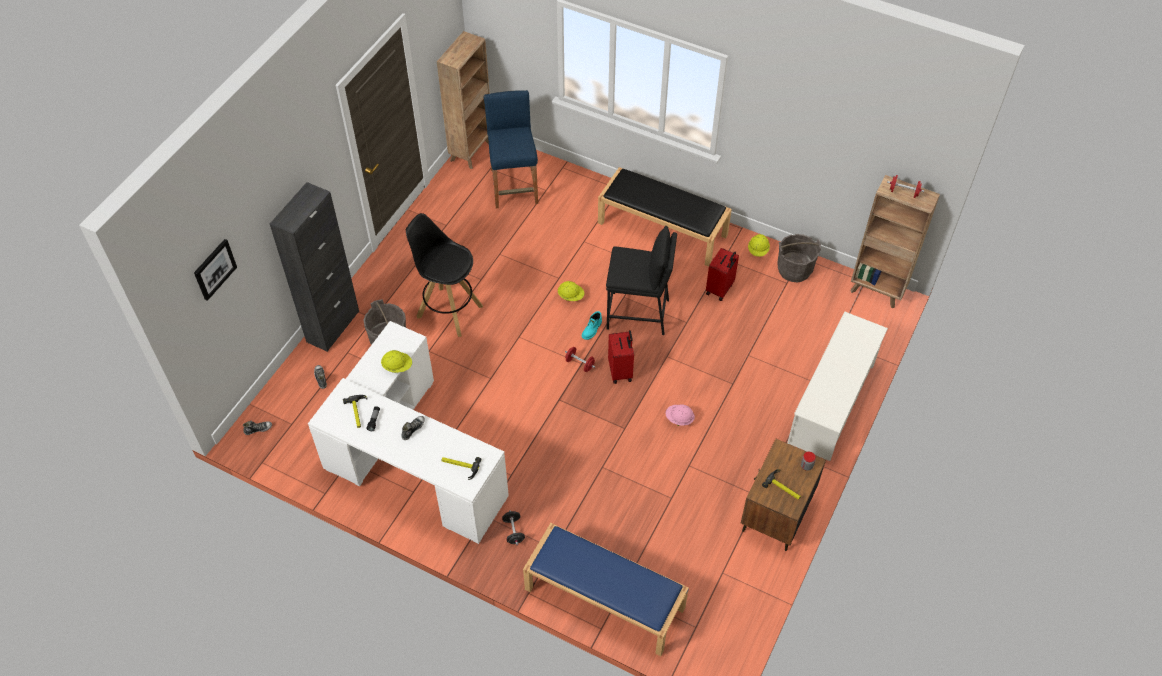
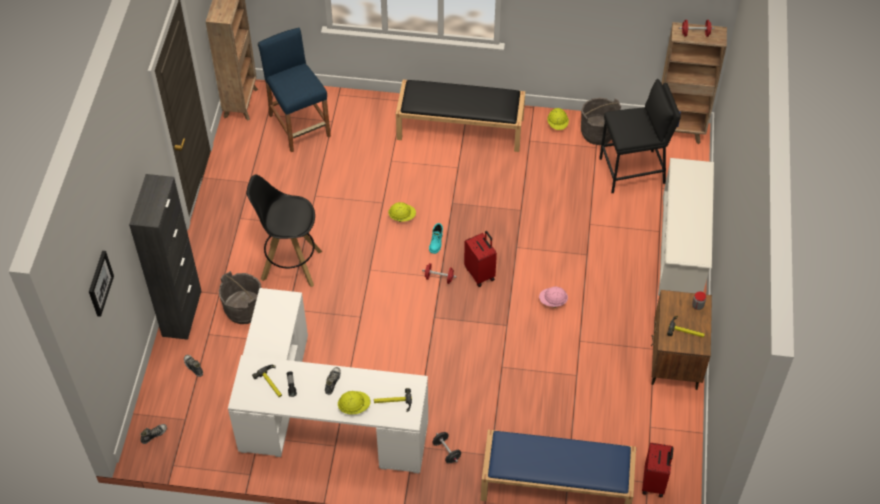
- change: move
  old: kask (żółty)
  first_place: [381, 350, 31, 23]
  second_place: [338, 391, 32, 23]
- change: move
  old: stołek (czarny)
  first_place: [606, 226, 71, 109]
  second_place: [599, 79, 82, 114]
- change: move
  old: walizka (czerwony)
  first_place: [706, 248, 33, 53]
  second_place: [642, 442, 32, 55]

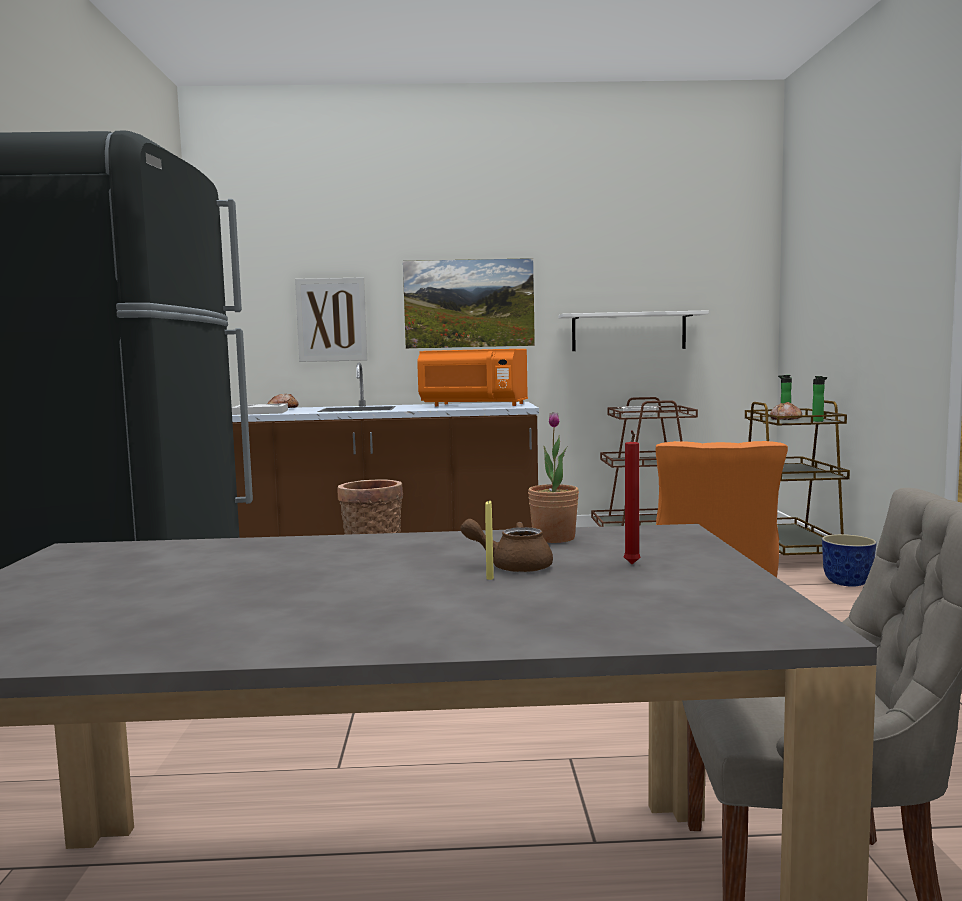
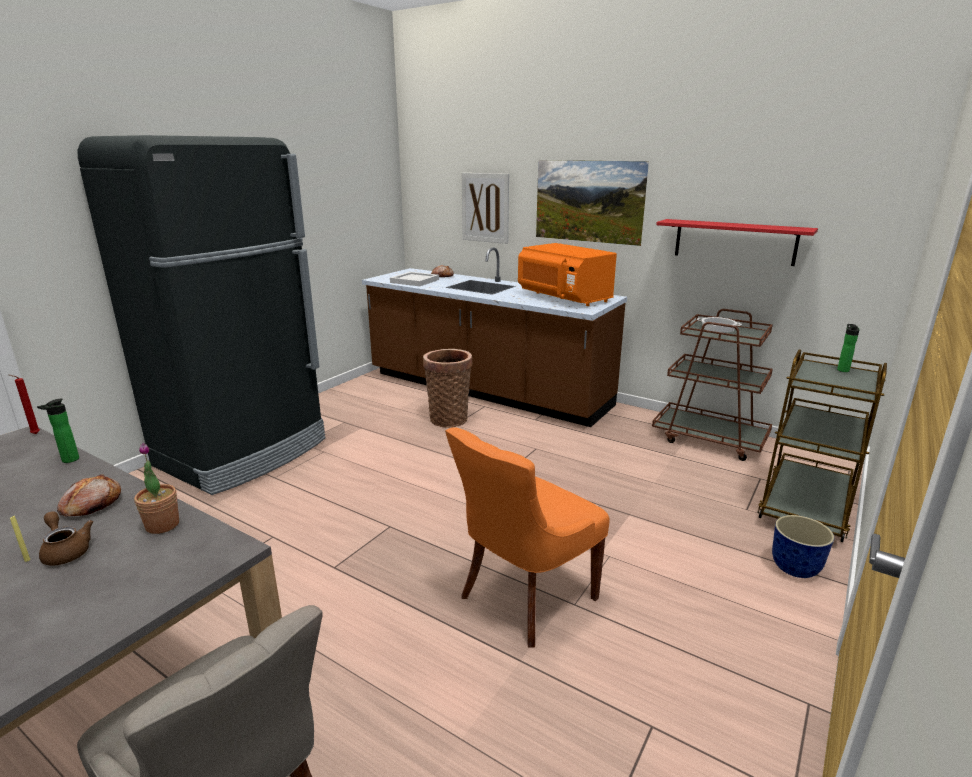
- change: recolor
  old: półka (biały)
  new: półka (czerwony)
  first_place: [559, 310, 150, 41]
  second_place: [656, 219, 162, 47]
- change: move
  old: świeca (czerwony)
  first_place: [623, 430, 18, 134]
  second_place: [10, 375, 30, 59]
- change: move
  old: chleb
  first_place: [770, 402, 32, 18]
  second_place: [57, 474, 64, 43]
- change: move
  old: butelka
  first_place: [812, 376, 15, 46]
  second_place: [37, 398, 42, 65]

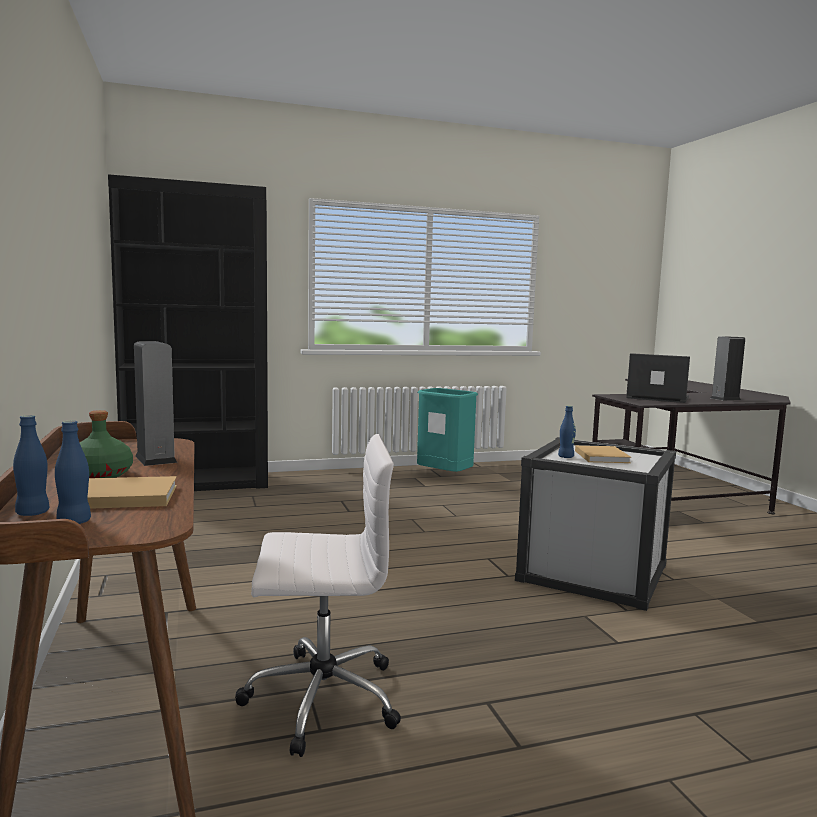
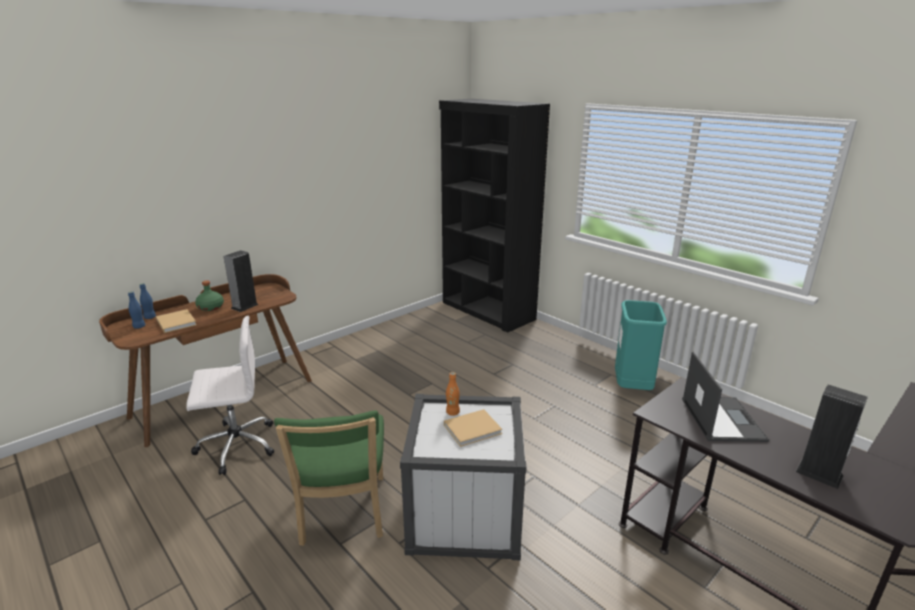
- change: rotate
  old: krzesło biurowe (biały)
  first_place: [235, 434, 166, 323]
  second_place: [186, 315, 88, 160]
  degrees: -75
- change: recolor
  old: butelka (niebieski)
  new: butelka (pomarańczowy)
  first_place: [558, 406, 18, 52]
  second_place: [446, 372, 14, 44]
- change: insert
  new: krzesło (zielony)
  second_place: [274, 410, 110, 136]

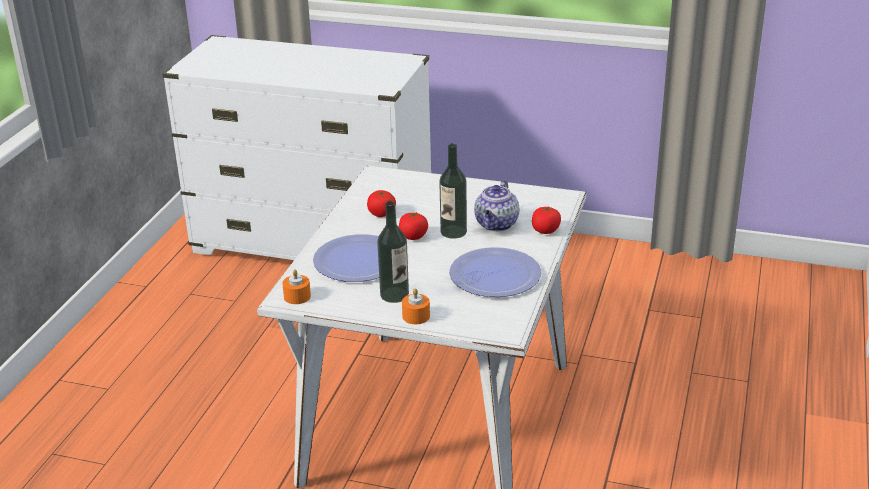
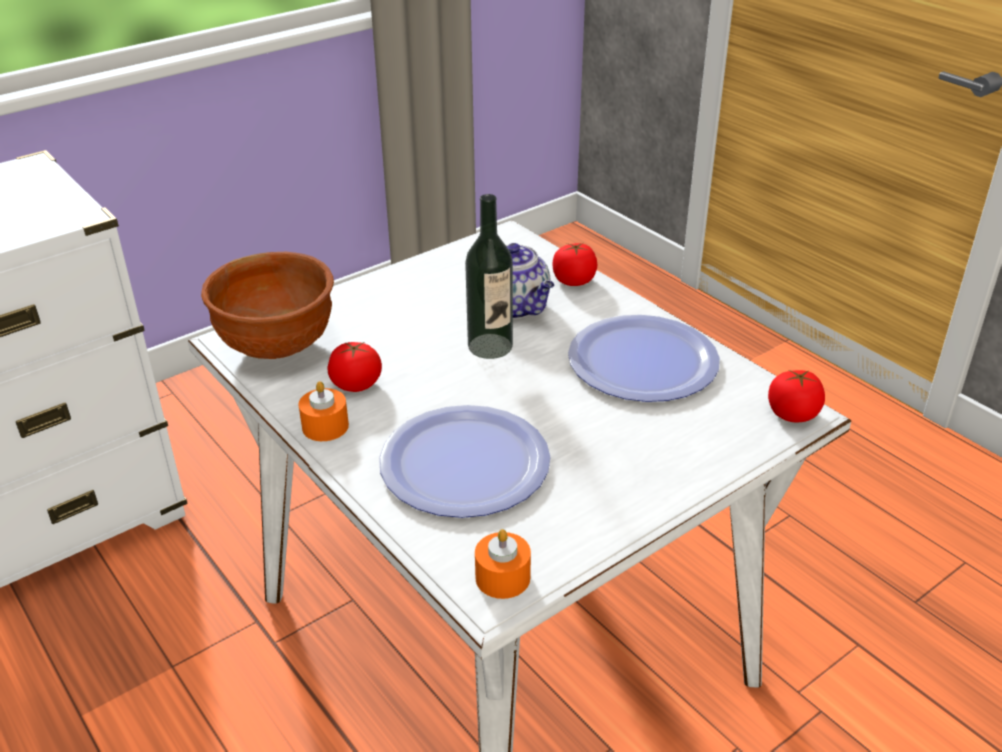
- change: delete
  old: butelka
  first_place: [377, 201, 32, 102]
- change: move
  old: pomidor
  first_place: [399, 212, 29, 28]
  second_place: [768, 369, 57, 53]
- change: move
  old: świeca (pomarańczowy)
  first_place: [402, 288, 28, 36]
  second_place: [298, 381, 51, 60]
- change: insert
  new: miska (brązowy)
  second_place: [201, 252, 133, 107]

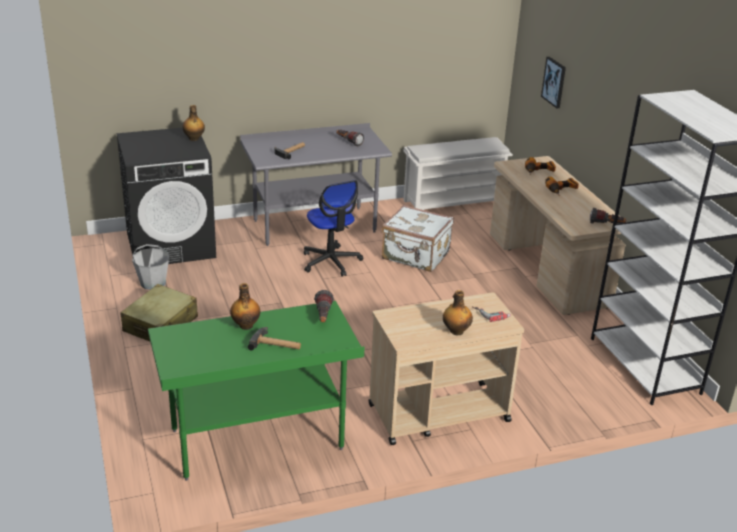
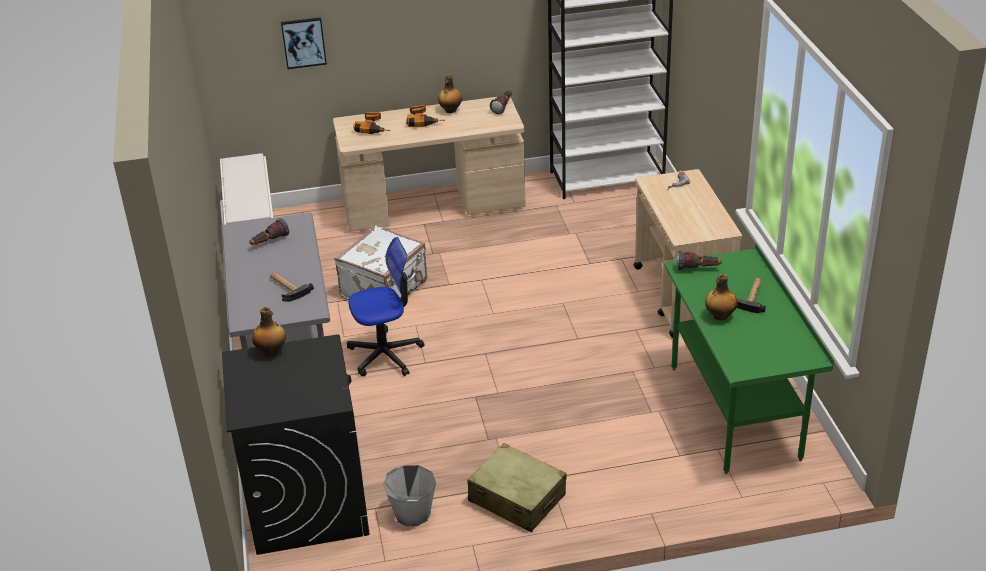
- change: move
  old: butelka
  first_place: [443, 290, 30, 45]
  second_place: [438, 75, 24, 38]

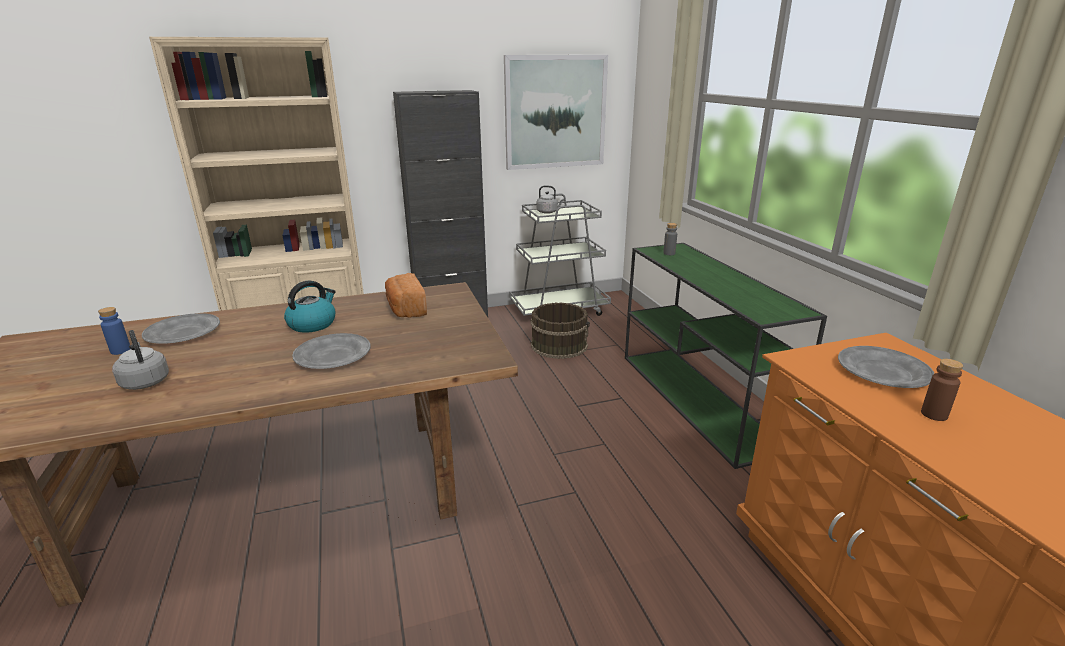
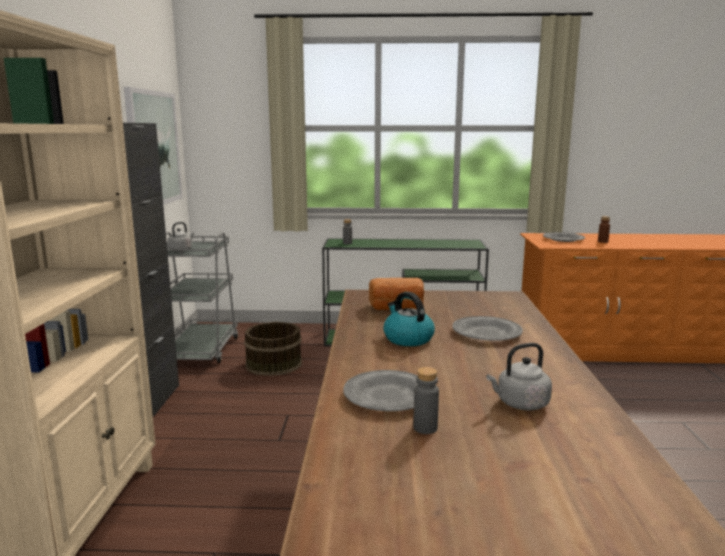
- change: recolor
  old: butelka (niebieski)
  new: butelka (szary)
  first_place: [98, 307, 32, 48]
  second_place: [413, 367, 26, 67]

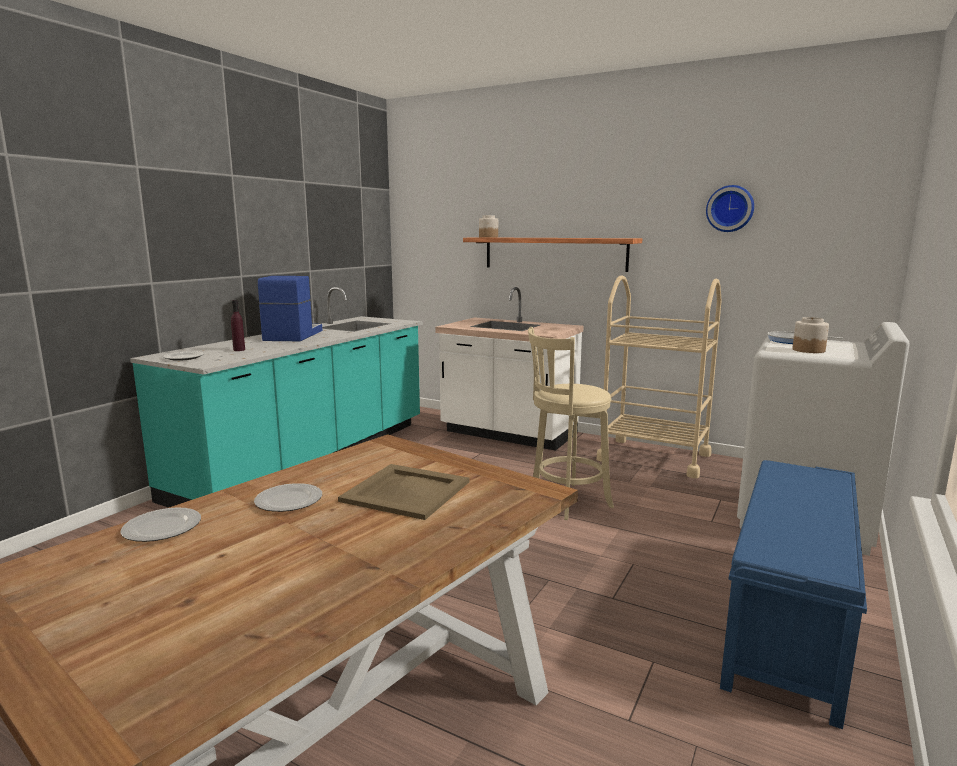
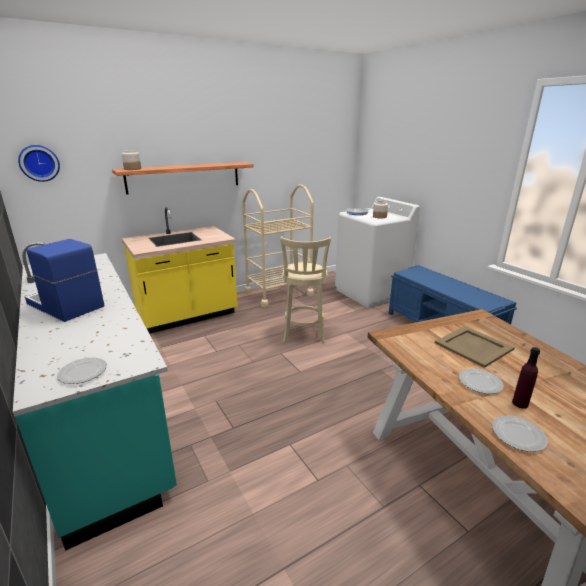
- change: move
  old: butelka (fioletowy)
  first_place: [231, 300, 14, 51]
  second_place: [512, 347, 28, 62]
- change: recolor
  old: zabudowa kuchenna (biały)
  new: zabudowa kuchenna (żółty)
  first_place: [435, 287, 149, 164]
  second_place: [122, 207, 115, 127]
- change: move
  old: zegar ścienny
  first_place: [706, 185, 48, 47]
  second_place: [18, 145, 42, 37]

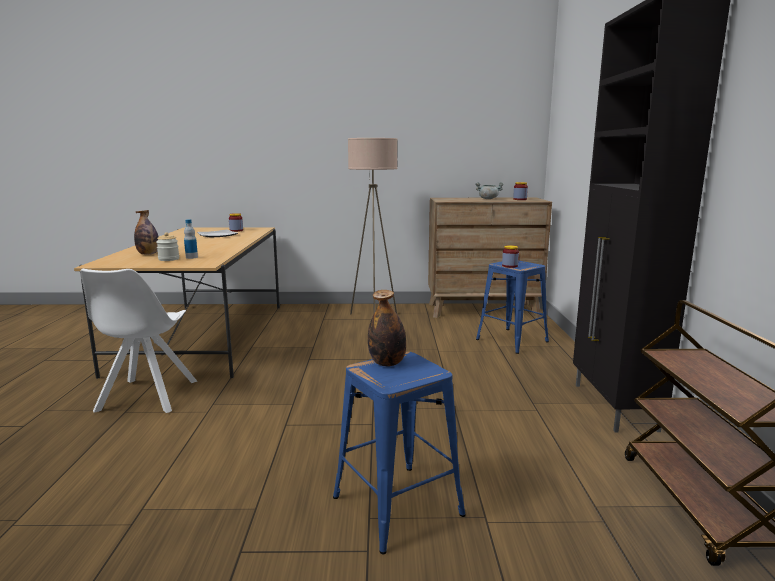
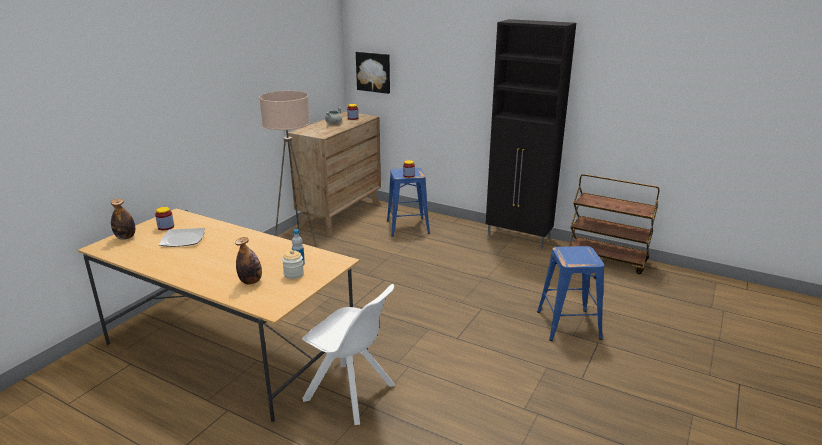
- change: move
  old: butelka
  first_place: [368, 290, 38, 76]
  second_place: [111, 199, 24, 41]
- change: insert
  new: obraz
  second_place: [356, 52, 34, 42]

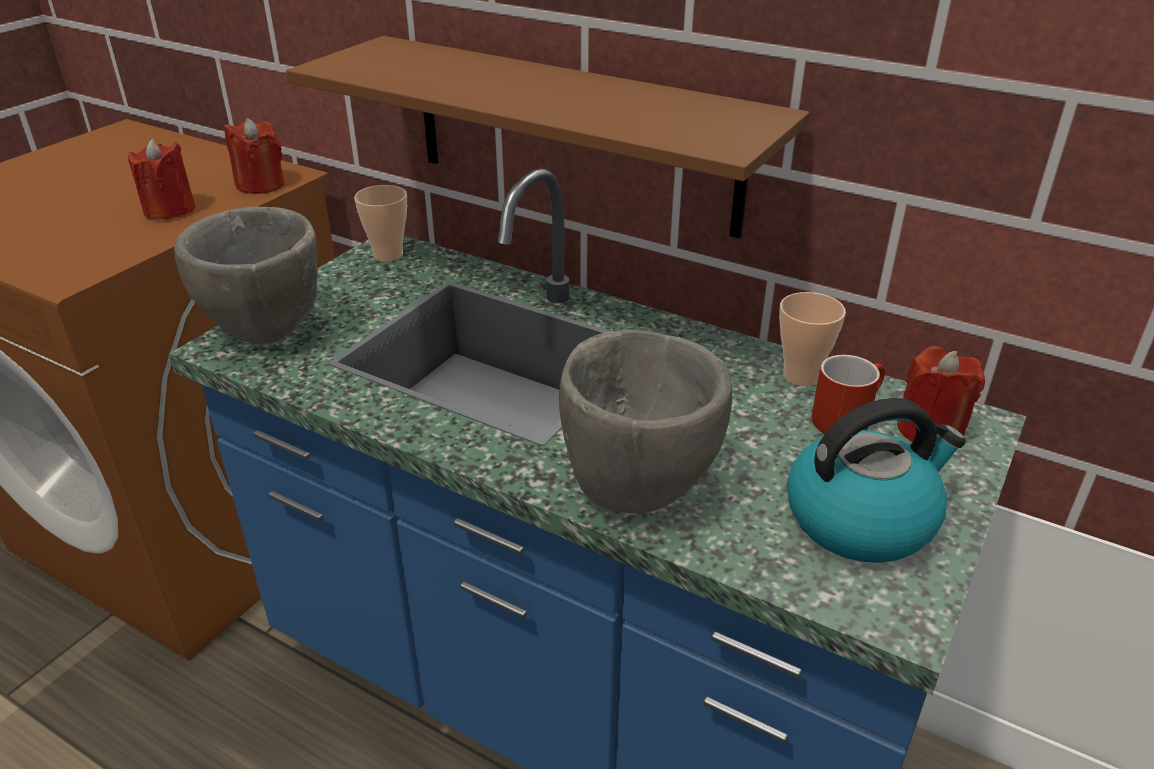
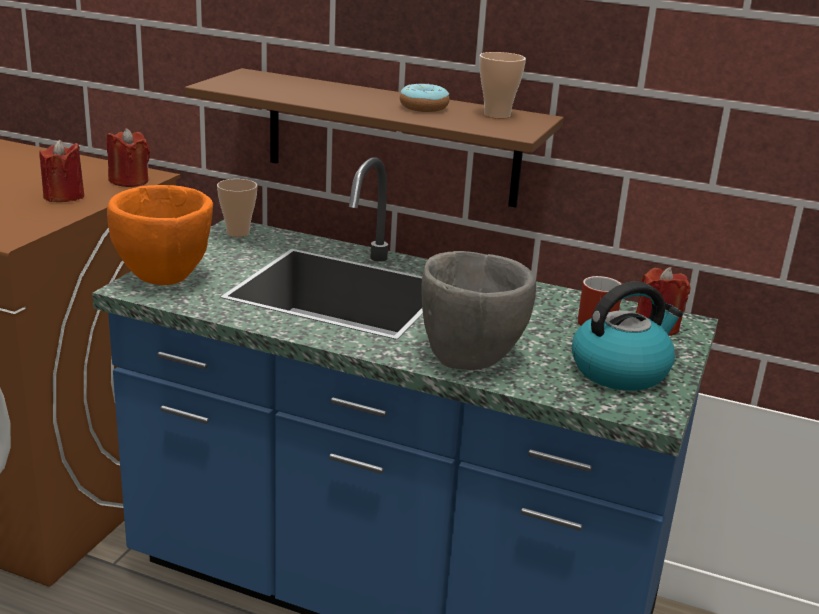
- change: recolor
  old: miska (szary)
  new: miska (pomarańczowy)
  first_place: [174, 207, 144, 137]
  second_place: [107, 185, 106, 100]
- change: move
  old: filiżanka
  first_place: [779, 292, 67, 94]
  second_place: [479, 52, 47, 67]
- change: insert
  new: donut
  second_place: [400, 84, 49, 28]

